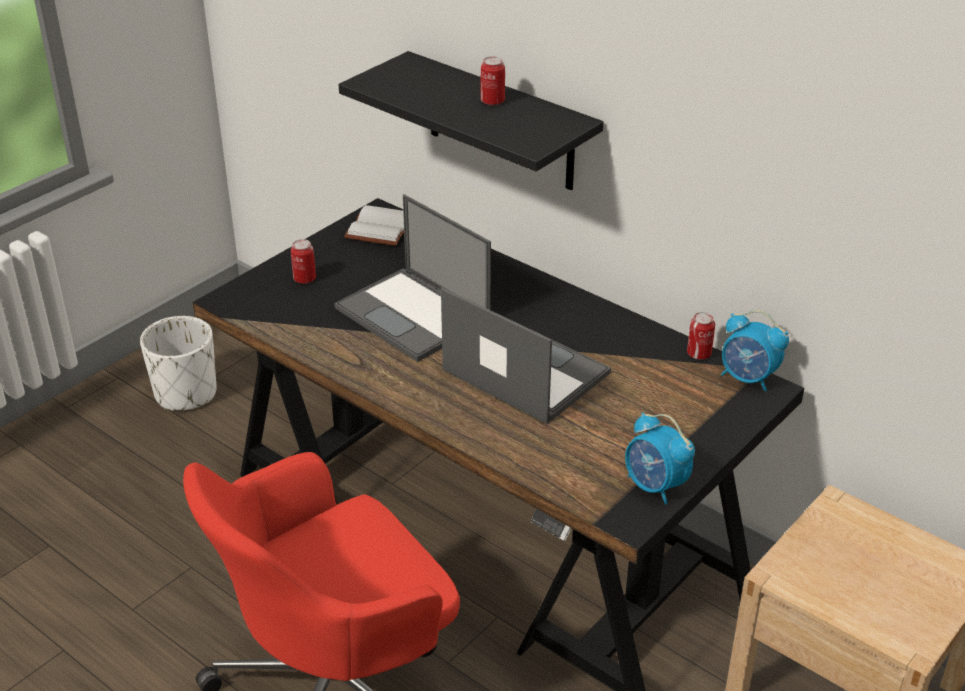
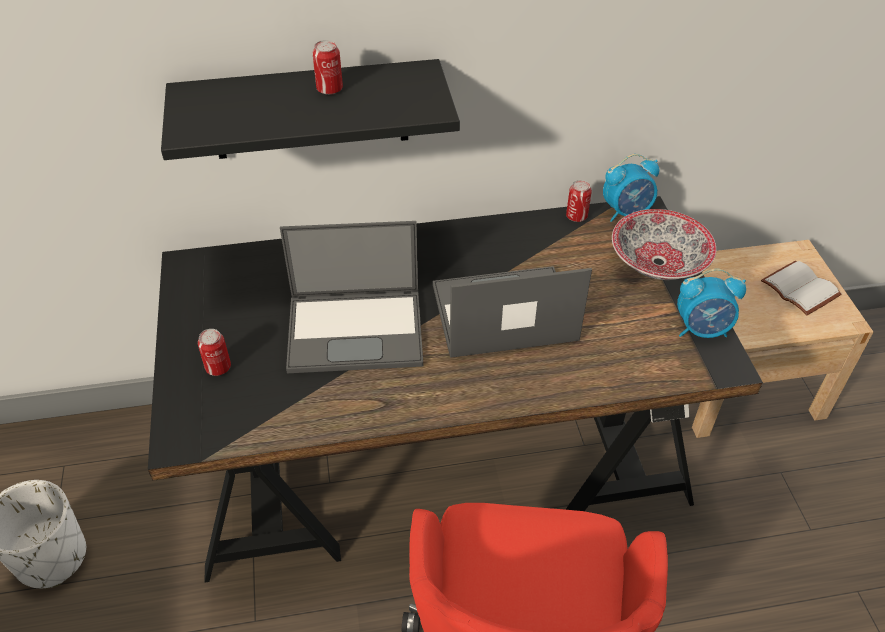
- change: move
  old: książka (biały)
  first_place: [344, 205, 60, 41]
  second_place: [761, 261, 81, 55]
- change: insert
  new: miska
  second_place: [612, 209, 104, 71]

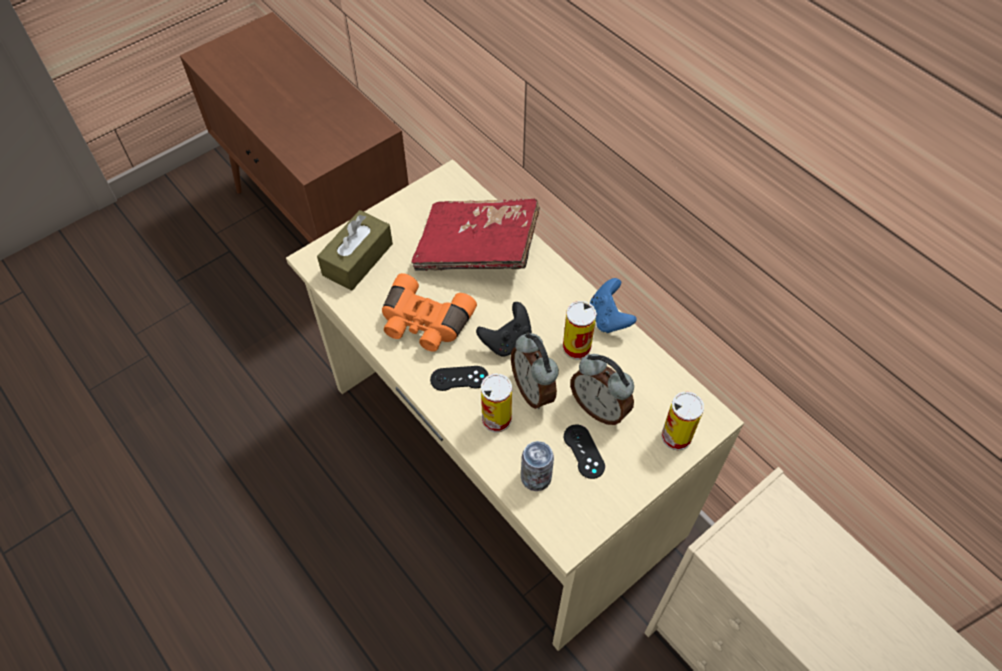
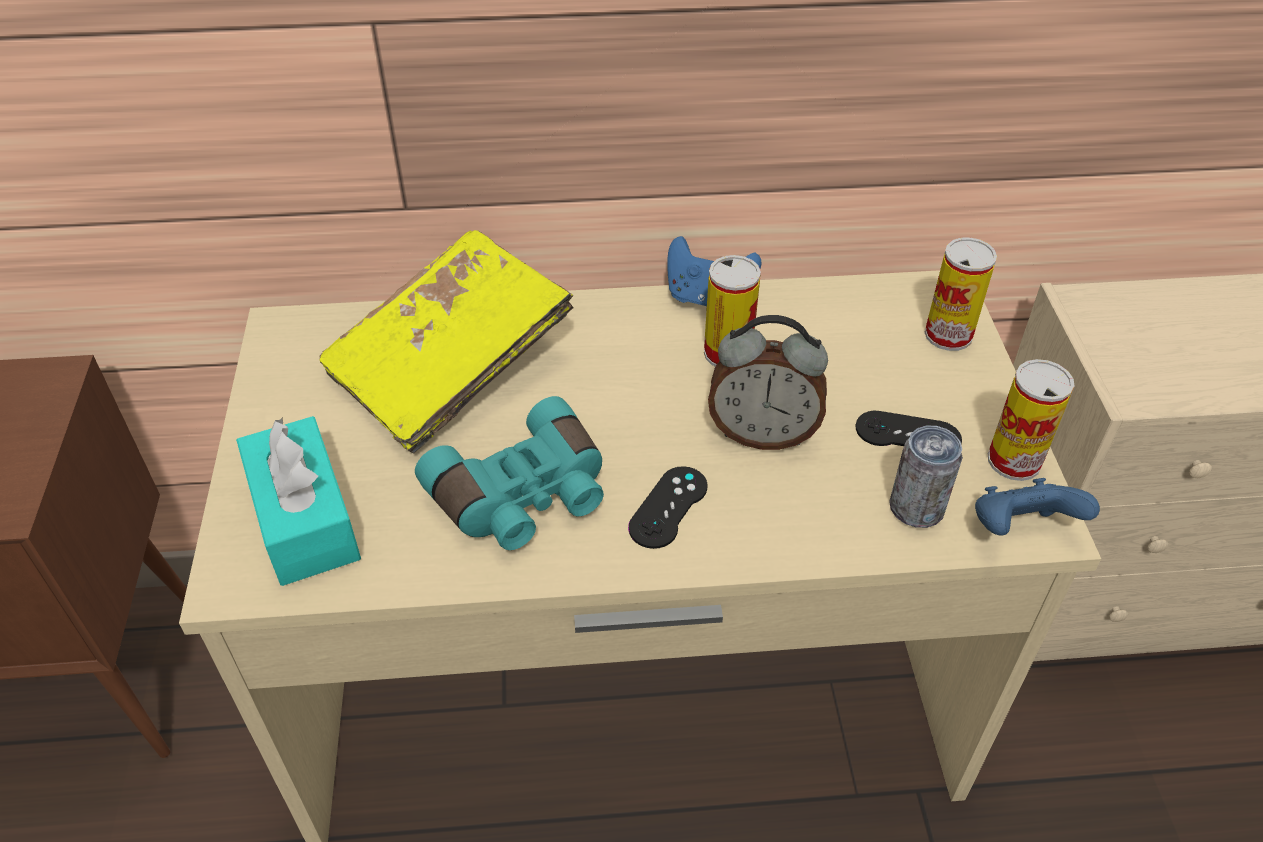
- change: recolor
  old: pudełko chusteczek (brązowy)
  new: pudełko chusteczek (turkusowy)
  first_place: [317, 210, 76, 81]
  second_place: [236, 416, 125, 170]
- change: recolor
  old: lornetka (pomarańczowy)
  new: lornetka (turkusowy)
  first_place: [382, 273, 95, 79]
  second_place: [415, 396, 189, 154]
- change: recolor
  old: książka (czerwony)
  new: książka (żółty)
  first_place: [412, 199, 128, 72]
  second_place: [320, 230, 254, 224]
- change: delete
  old: pad do gier (czarny)
  first_place: [476, 302, 56, 55]
- change: move
  old: puszka
  first_place: [481, 373, 31, 59]
  second_place: [988, 359, 87, 122]
- change: delete
  old: budzik
  first_place: [570, 354, 64, 71]
- change: insert
  new: pad do gier (niebieski)
  second_place: [975, 478, 125, 58]

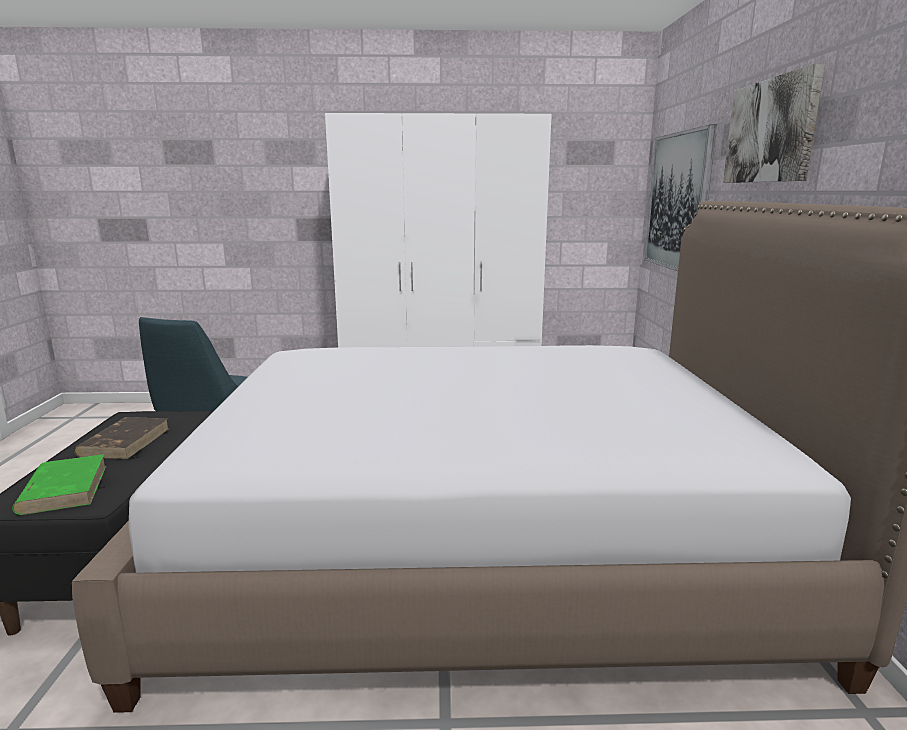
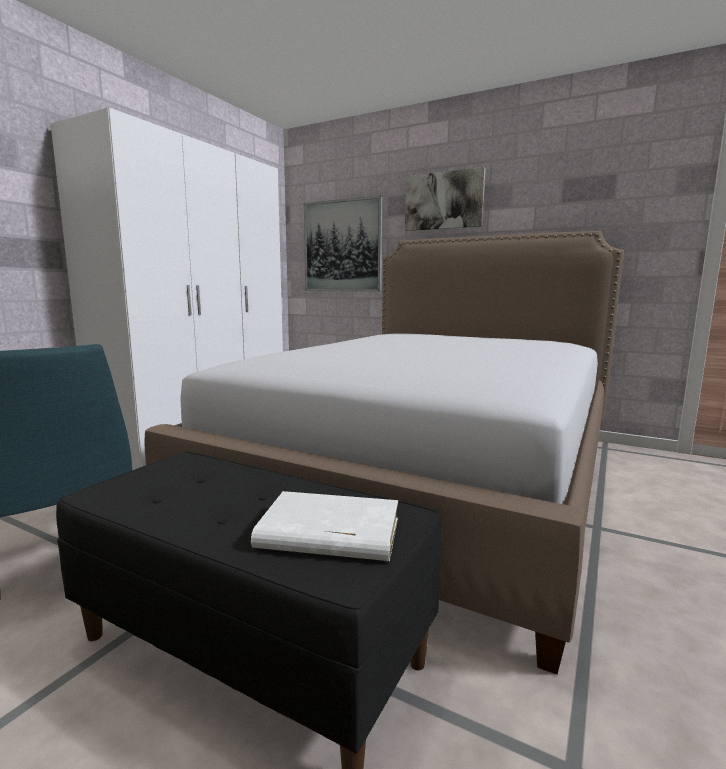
- change: recolor
  old: książka (zielony)
  new: książka (biały)
  first_place: [12, 454, 94, 61]
  second_place: [251, 491, 148, 70]
- change: delete
  old: książka (brązowy)
  first_place: [74, 417, 95, 42]

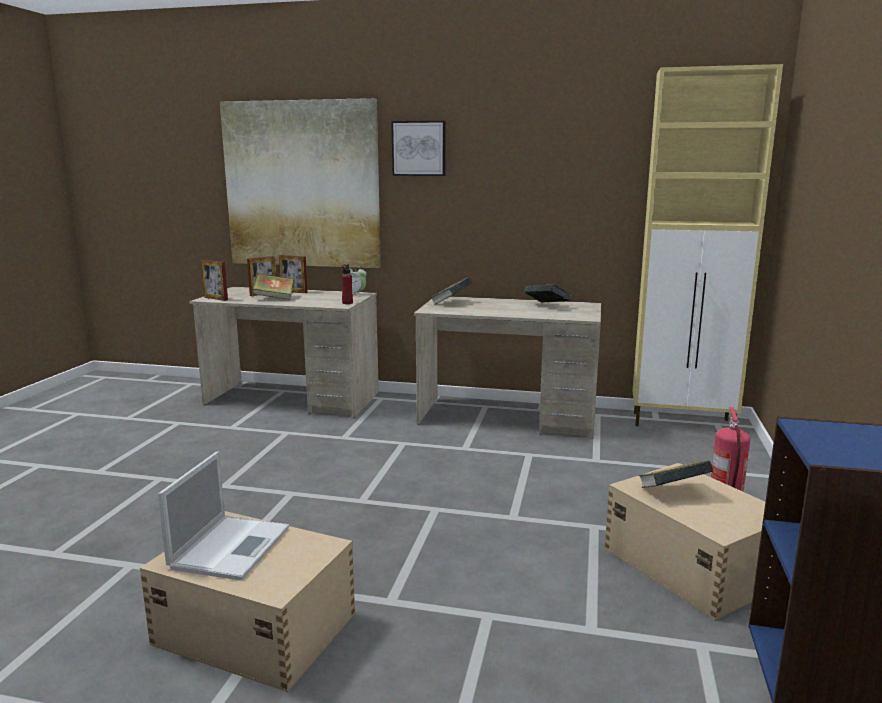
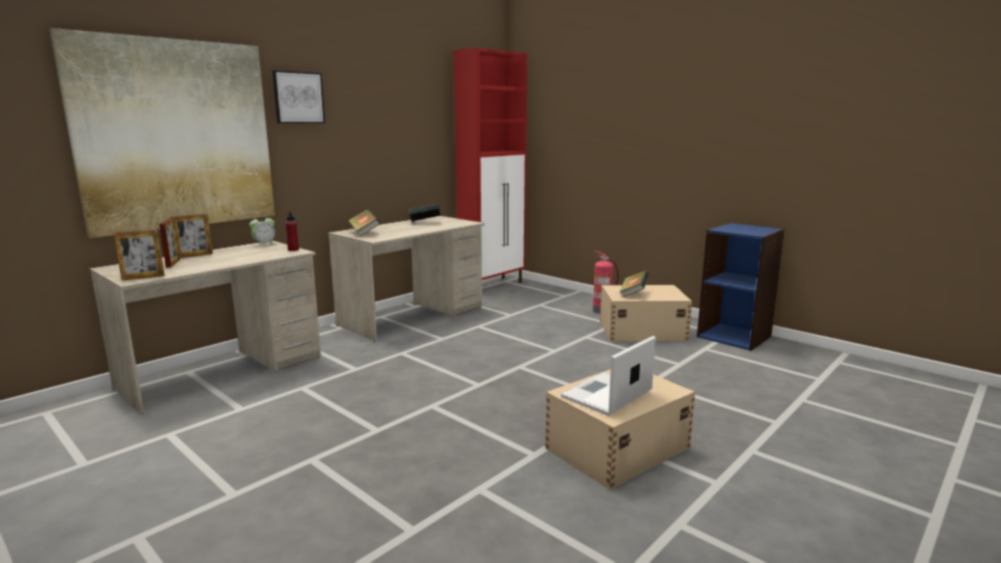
- change: rotate
  old: laptop
  first_place: [158, 451, 131, 130]
  second_place: [561, 336, 95, 80]
  degrees: -90
- change: delete
  old: książka
  first_place: [252, 274, 42, 26]
- change: recolor
  old: szafka (beżowy)
  new: szafka (czerwony)
  first_place: [632, 64, 151, 362]
  second_place: [454, 48, 73, 235]

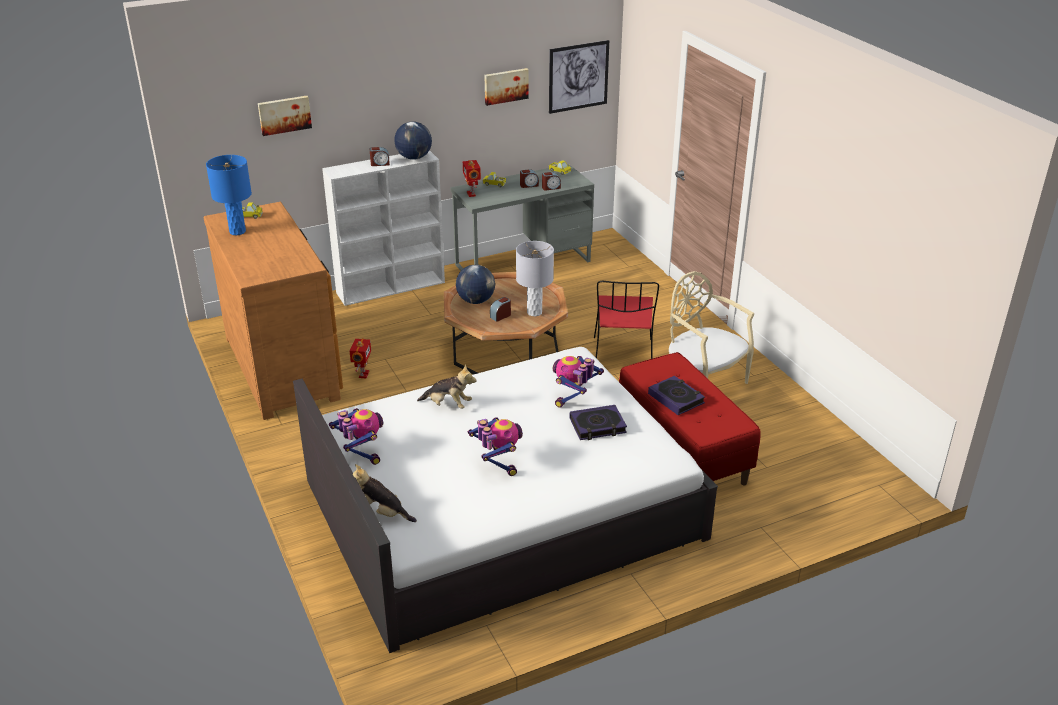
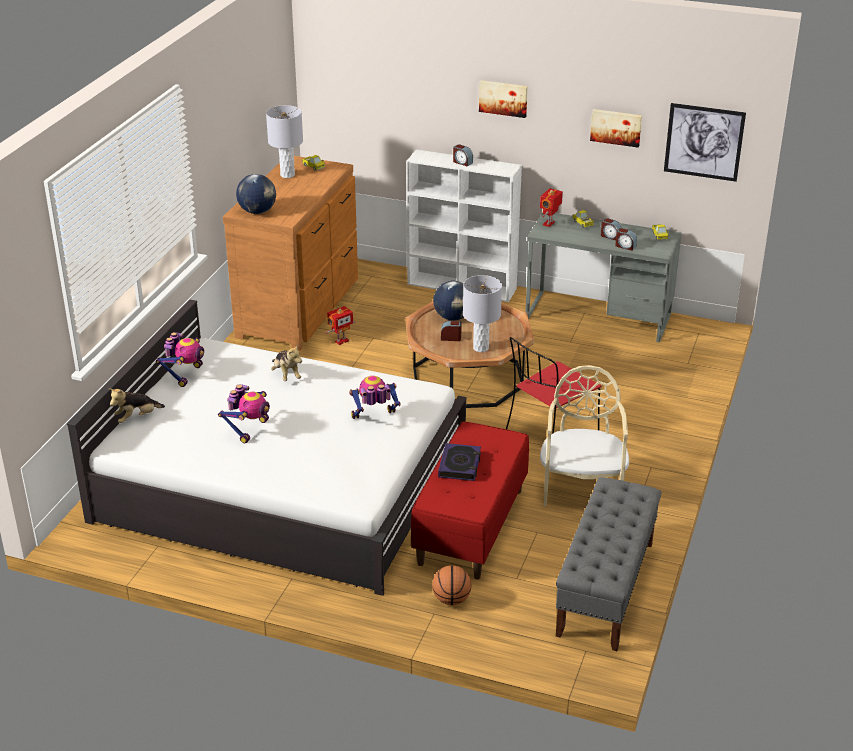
- change: recolor
  old: lampa stołowa (niebieski)
  new: lampa stołowa (szary)
  first_place: [206, 155, 46, 80]
  second_place: [266, 105, 37, 73]
- change: move
  old: obraz
  first_place: [258, 96, 54, 40]
  second_place: [479, 80, 49, 38]
- change: rotate
  old: pluszak
  first_place: [353, 464, 64, 58]
  second_place: [109, 388, 56, 35]
  degrees: -105
- change: move
  old: globus
  first_place: [394, 121, 38, 39]
  second_place: [236, 174, 40, 40]
- change: delete
  old: książka
  first_place: [570, 405, 57, 35]
- change: insert
  new: piłka do koszykówki
  second_place: [432, 565, 40, 40]
- change: insert
  new: ławka (szary)
  second_place: [556, 478, 106, 173]

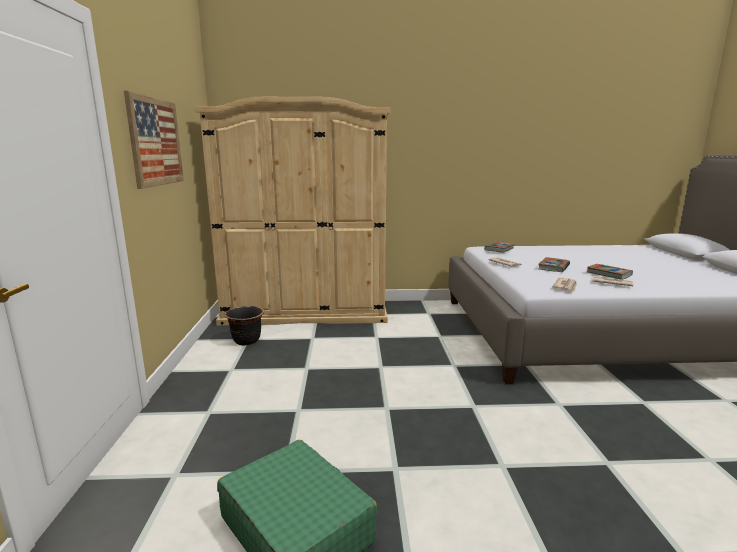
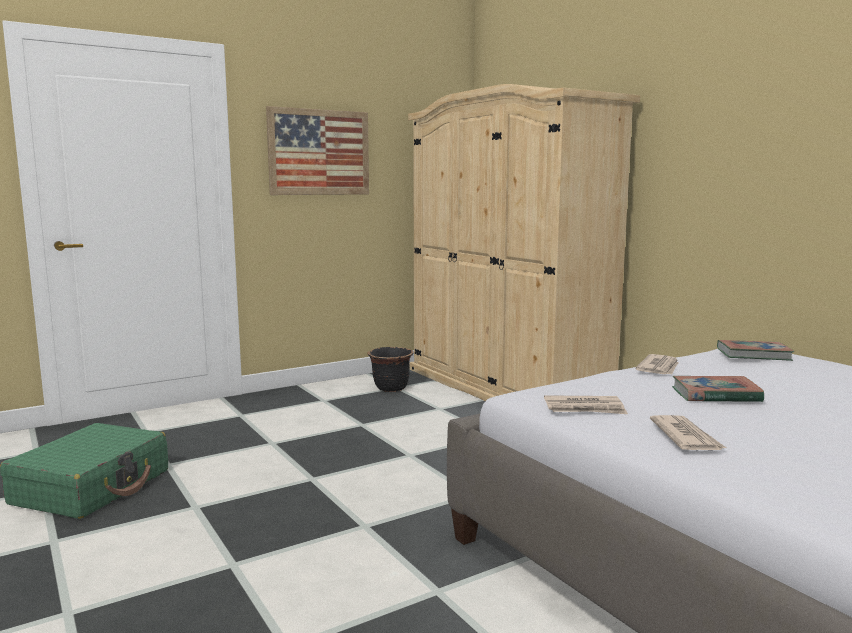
- change: delete
  old: książka
  first_place: [587, 264, 46, 16]

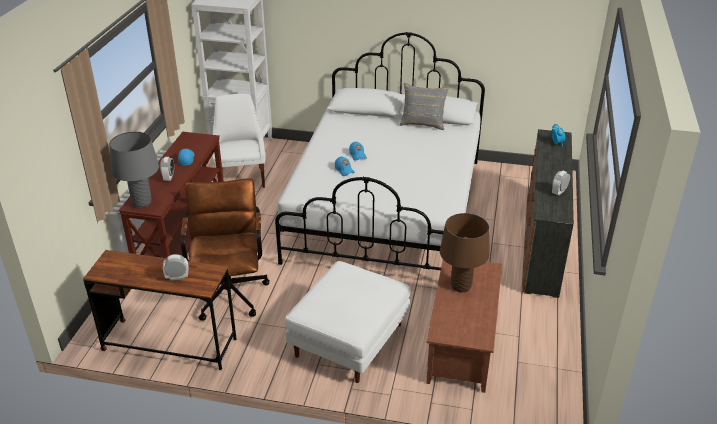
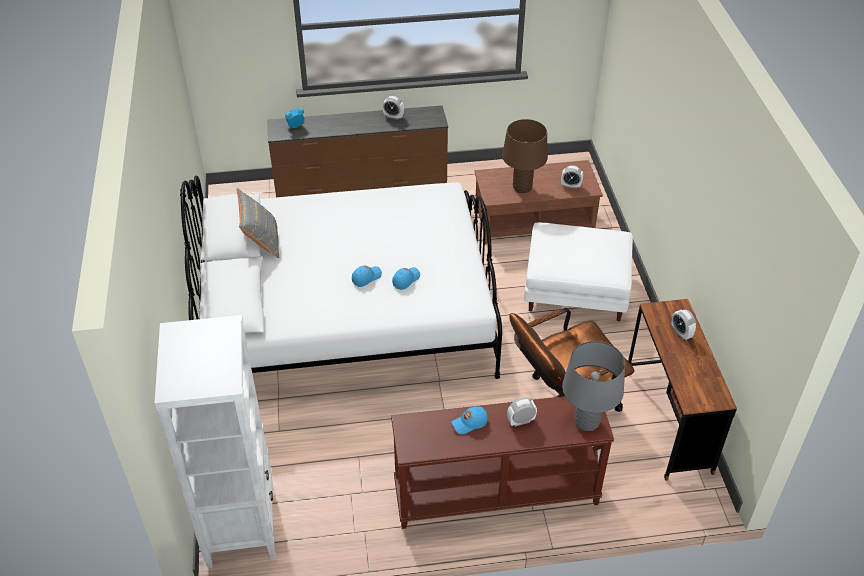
- change: delete
  old: krzesło (biały)
  first_place: [212, 94, 54, 94]
- change: insert
  new: budzik
  second_place: [561, 165, 22, 24]

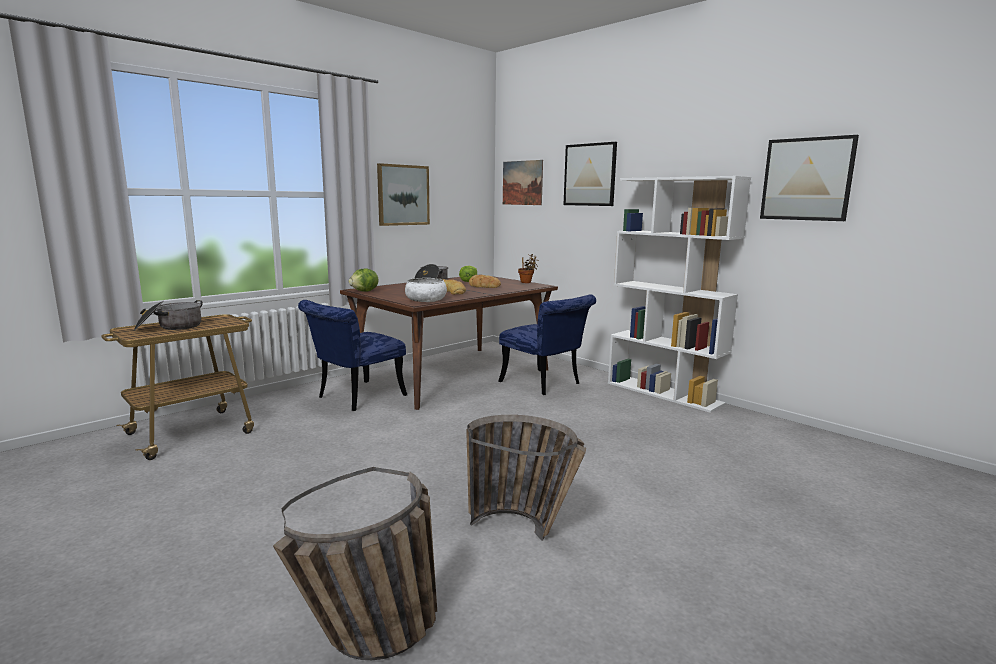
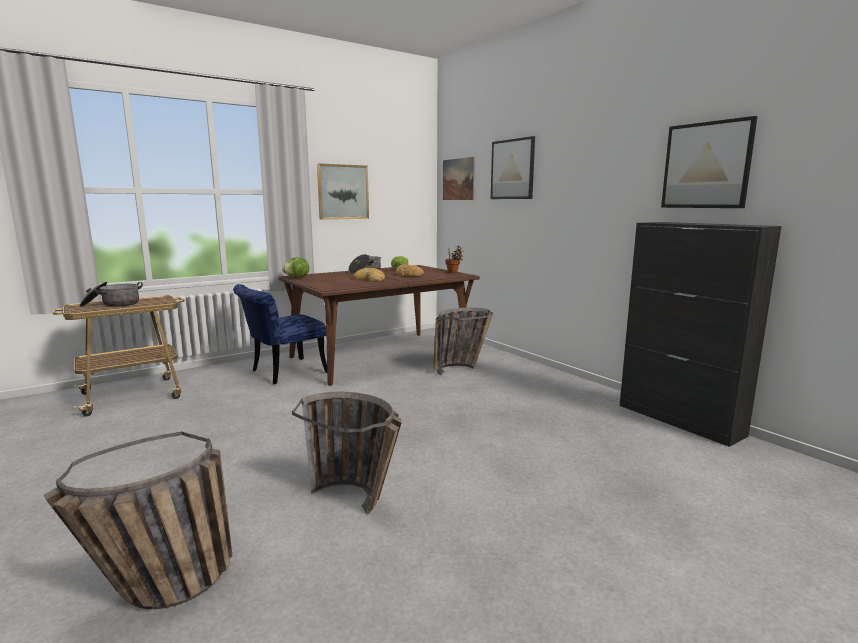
- change: delete
  old: miska (biały)
  first_place: [405, 278, 42, 24]
- change: replace
  old: krzesło (niebieski)
  new: koszyk
  first_place: [498, 294, 98, 101]
  second_place: [433, 308, 60, 67]
- change: delete
  old: regał (biały)
  first_place: [608, 176, 143, 237]
- change: insert
  new: szafka (czarny)
  second_place: [620, 222, 162, 225]

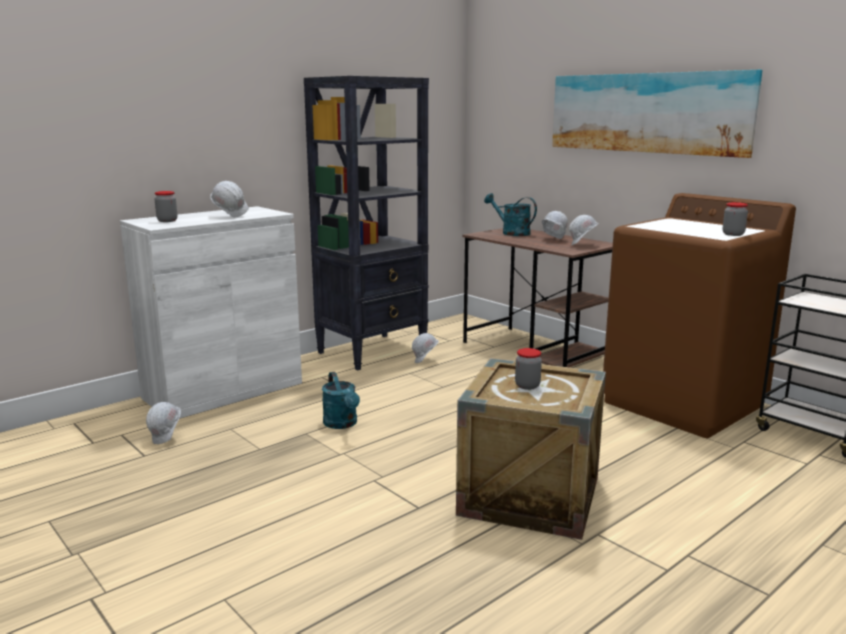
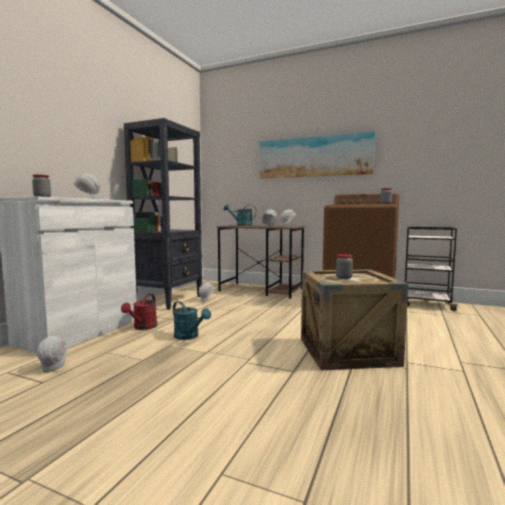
- change: insert
  new: konewka (czerwony)
  second_place: [121, 294, 36, 36]

